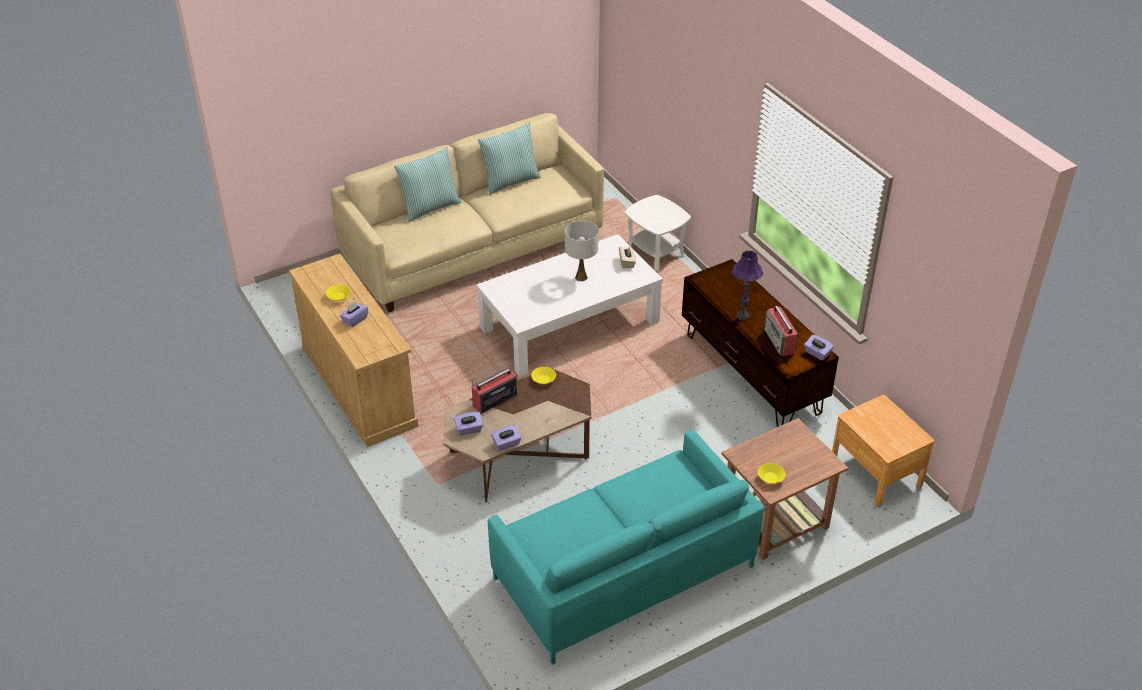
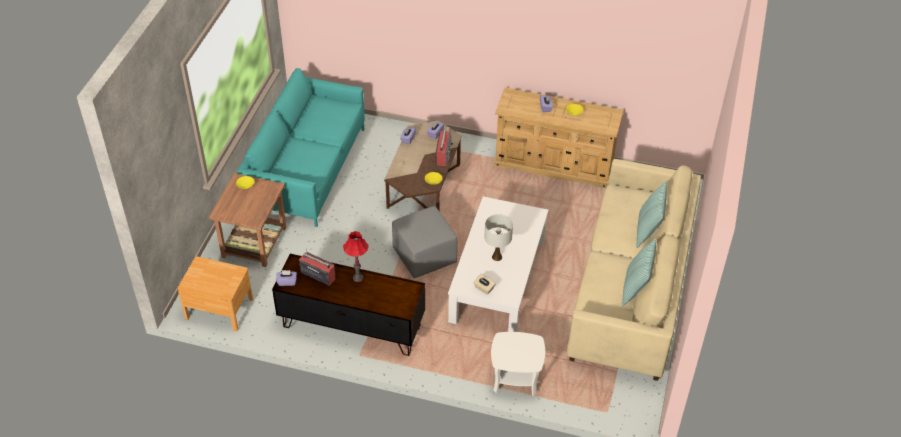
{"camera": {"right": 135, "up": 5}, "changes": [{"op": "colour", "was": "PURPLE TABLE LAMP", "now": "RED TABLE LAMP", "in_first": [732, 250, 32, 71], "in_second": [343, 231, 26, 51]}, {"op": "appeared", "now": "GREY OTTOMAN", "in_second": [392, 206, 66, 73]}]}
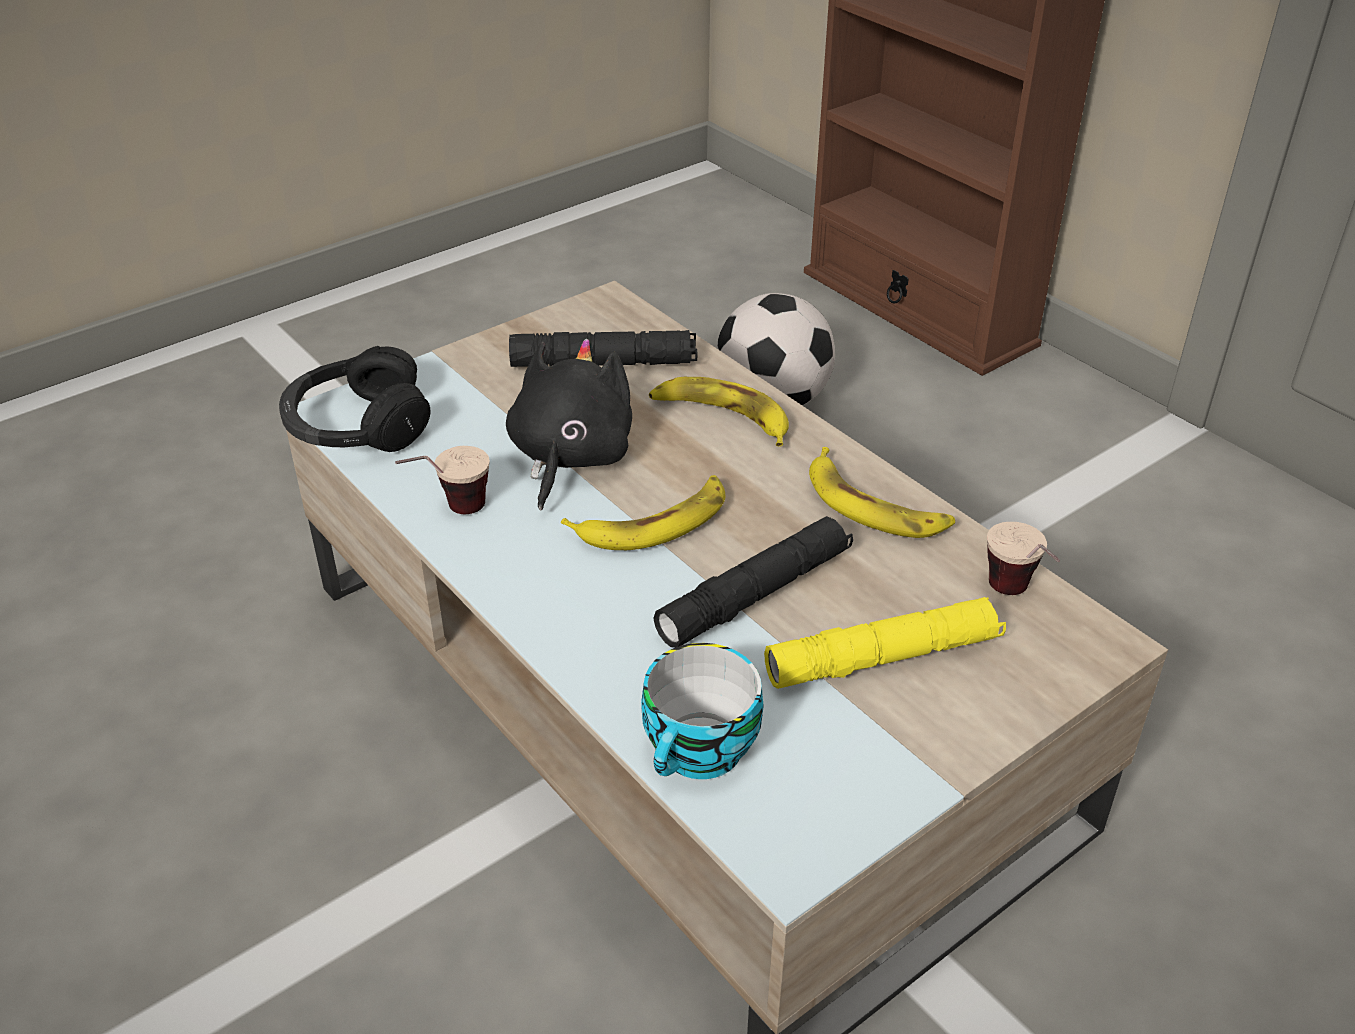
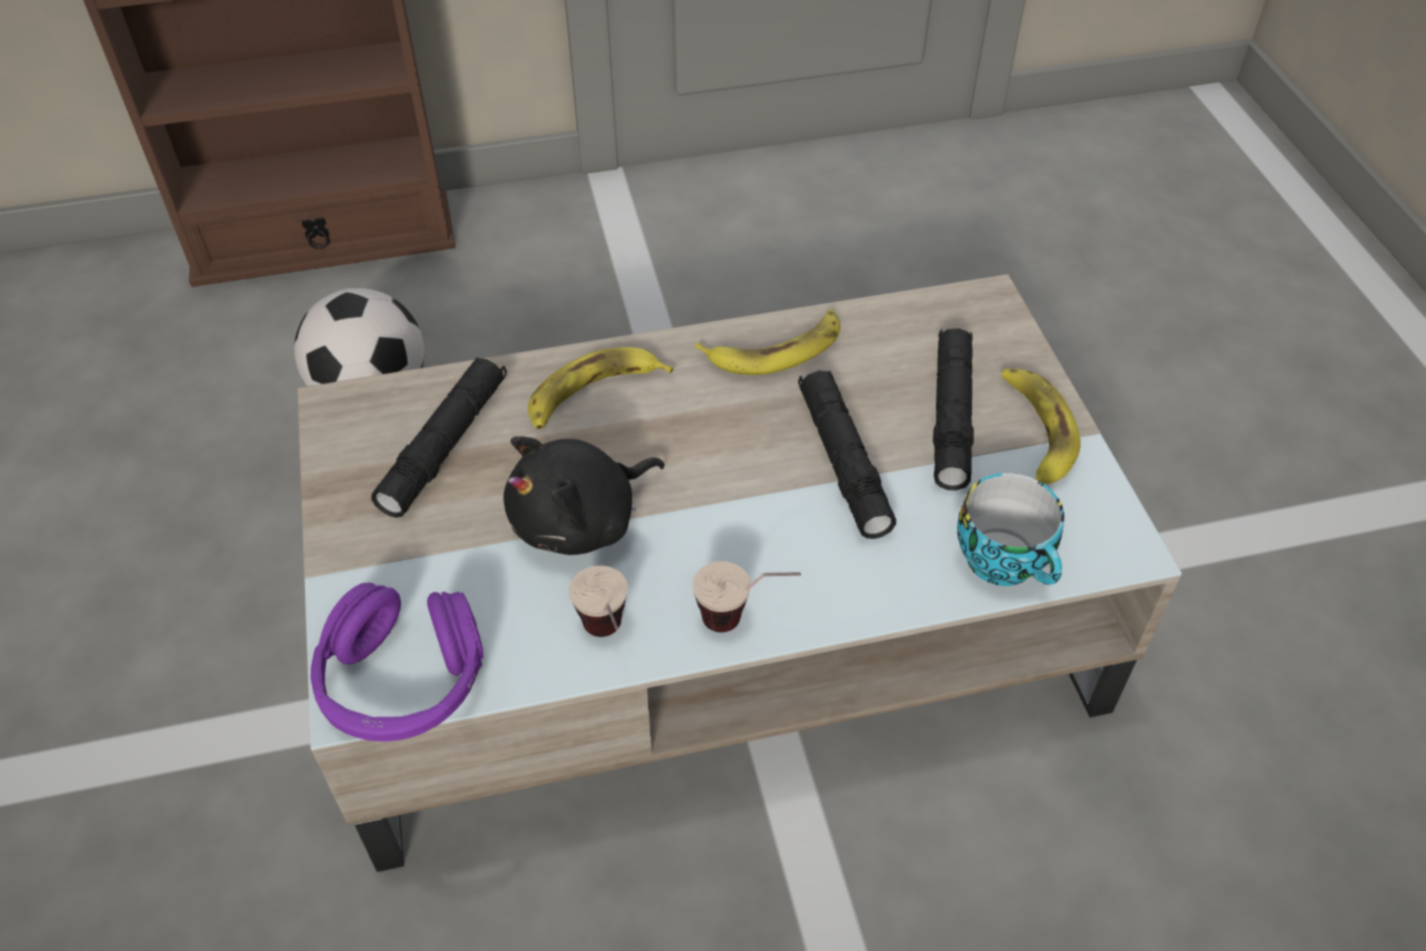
{"camera": {"right": -65, "up": 10}, "changes": [{"op": "colour", "was": "BLACK HEADPHONES", "now": "PURPLE HEADPHONES", "in_first": [279, 346, 152, 106], "in_second": [311, 582, 173, 160]}, {"op": "spun", "was": "BLACK PLUSH TOY", "in_first": [506, 339, 126, 171], "in_second": [503, 436, 162, 119], "clockwise": -75}, {"op": "relocated", "was": "CUP", "in_first": [987, 522, 73, 73], "in_second": [692, 561, 109, 72]}, {"op": "colour", "was": "YELLOW FLASHLIGHT", "now": "BLACK FLASHLIGHT", "in_first": [764, 597, 242, 92], "in_second": [933, 328, 41, 162]}, {"op": "relocated", "was": "BANANA", "in_first": [561, 475, 164, 75], "in_second": [1001, 369, 80, 115]}]}
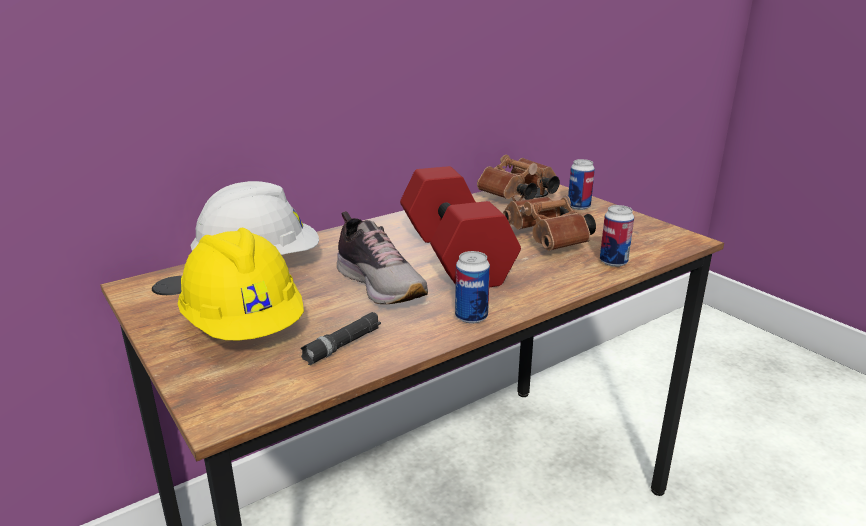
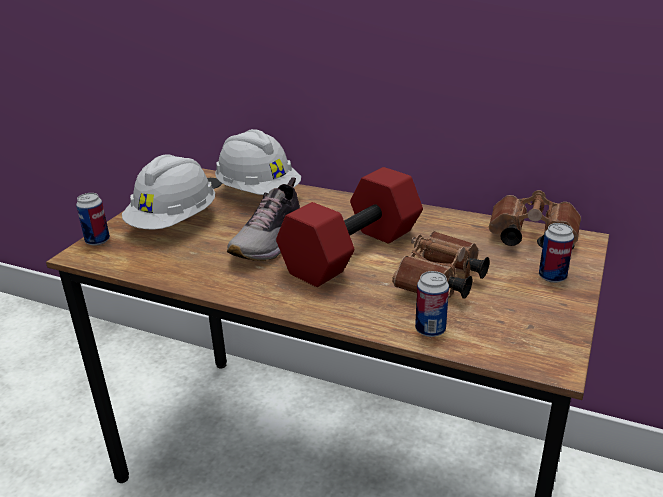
{"camera": {"right": 60, "up": 5}, "changes": [{"op": "relocated", "was": "CAN", "in_first": [455, 251, 35, 73], "in_second": [76, 193, 34, 53]}, {"op": "colour", "was": "YELLOW HARD HAT", "now": "WHITE HARD HAT", "in_first": [178, 228, 126, 112], "in_second": [122, 154, 93, 76]}, {"op": "missing", "was": "BLACK FLASHLIGHT", "in_first": [301, 312, 80, 53]}]}
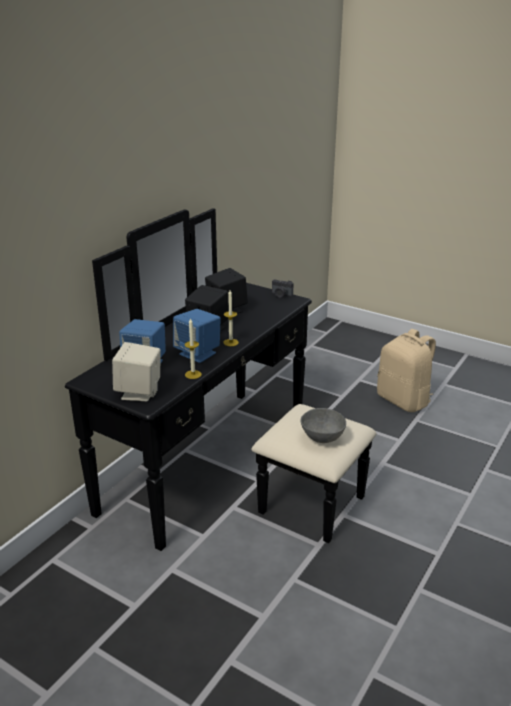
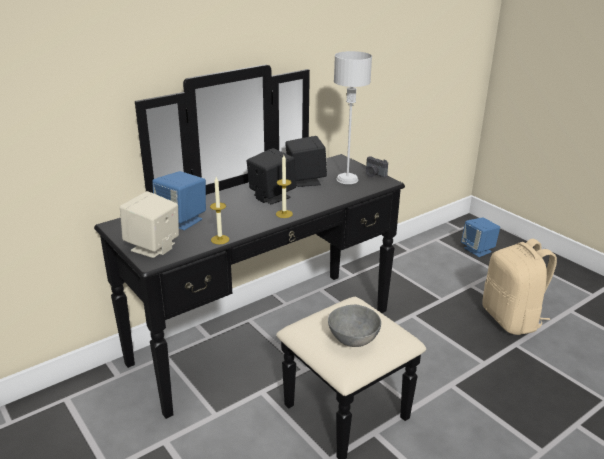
{"camera": {"right": 20, "up": 0}, "changes": [{"op": "appeared", "now": "GREY TABLE LAMP", "in_second": [334, 51, 38, 133]}, {"op": "relocated", "was": "BLUE SPEAKER", "in_first": [173, 309, 48, 54], "in_second": [461, 218, 39, 39]}]}
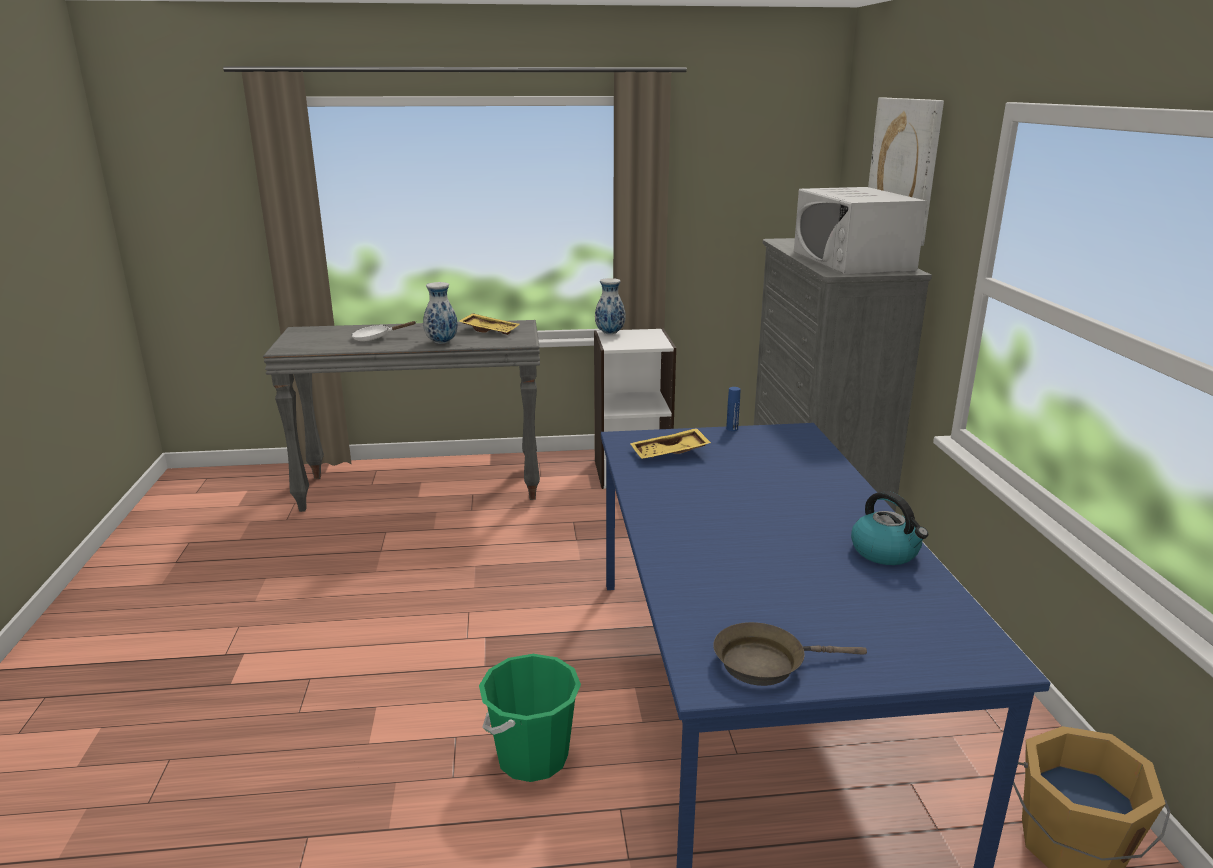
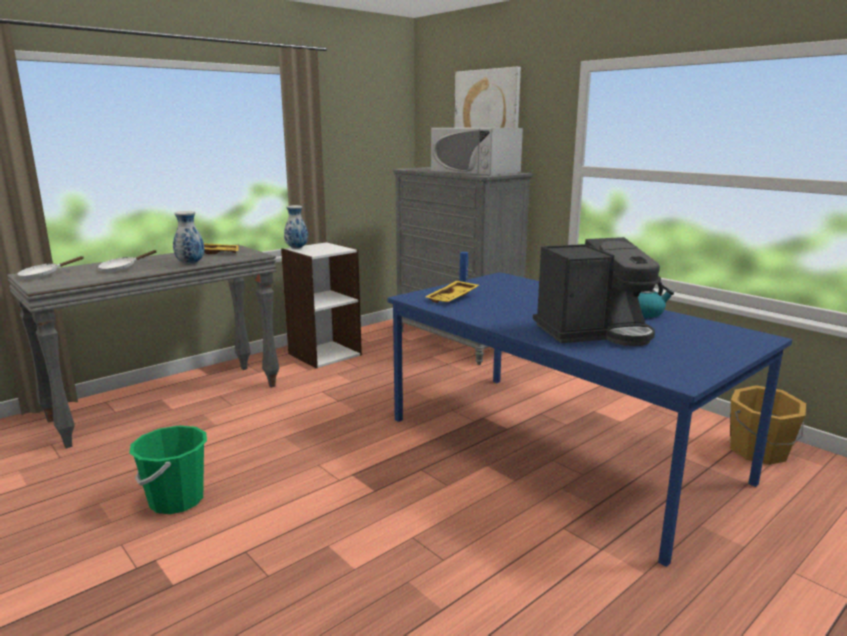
{"camera": {"right": -35, "up": -5}, "changes": [{"op": "appeared", "now": "WHITE FRYING PAN", "in_second": [17, 256, 67, 24]}, {"op": "relocated", "was": "GREEN BUCKET", "in_first": [479, 654, 102, 128], "in_second": [129, 426, 78, 88]}, {"op": "appeared", "now": "COFFEE MACHINE", "in_second": [533, 237, 128, 109]}, {"op": "missing", "was": "BROWN FRYING PAN", "in_first": [713, 622, 154, 64]}]}
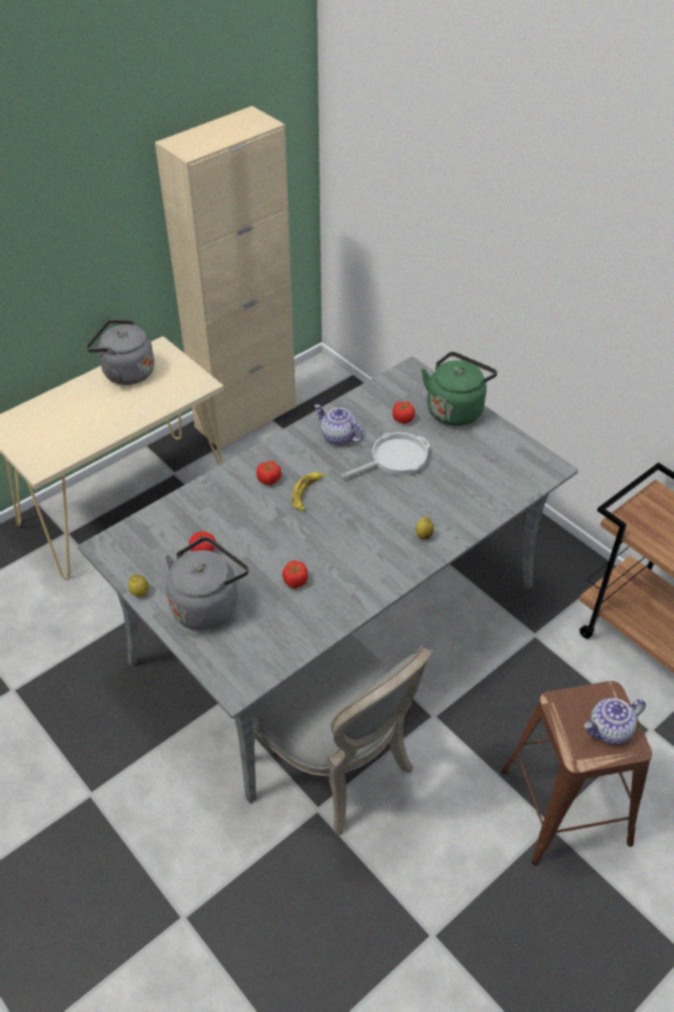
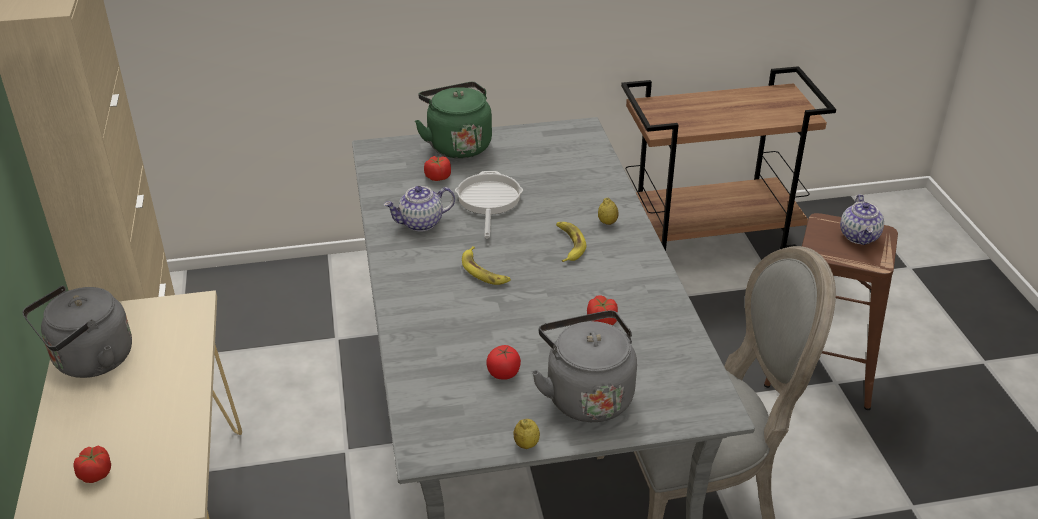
{"camera": {"right": -60, "up": -10}, "changes": [{"op": "relocated", "was": "TOMATO", "in_first": [257, 461, 24, 24], "in_second": [74, 446, 37, 37]}, {"op": "appeared", "now": "BANANA", "in_second": [556, 222, 30, 40]}]}
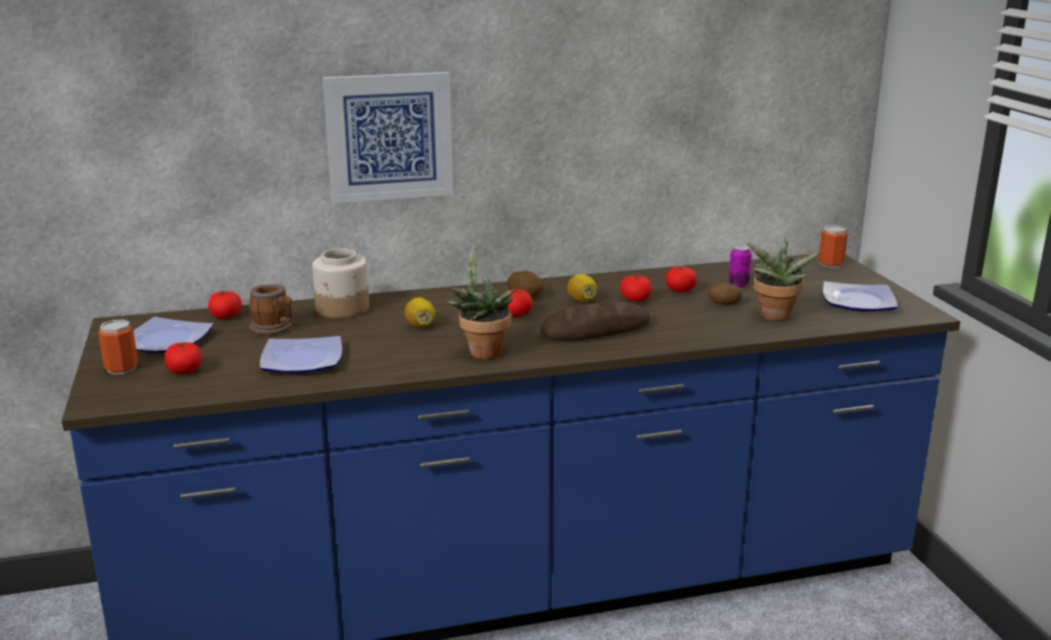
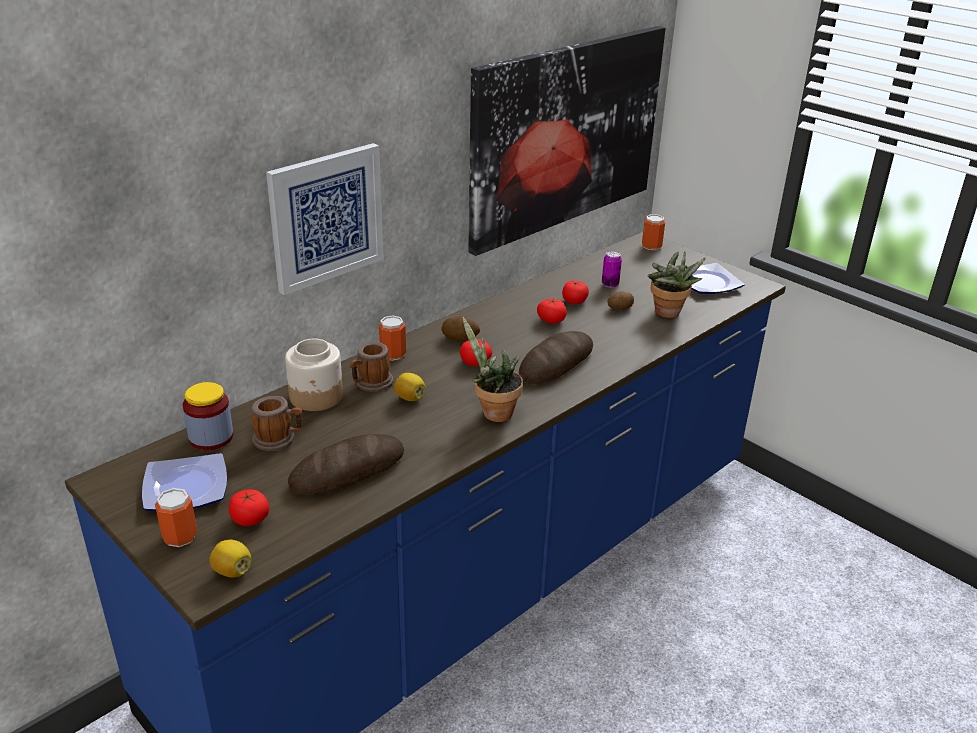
{"camera": {"right": -30, "up": 10}, "changes": [{"op": "exchanged", "was": "TOMATO", "now": "JAR", "in_first": [208, 291, 34, 28], "in_second": [183, 382, 50, 68]}, {"op": "relocated", "was": "LEMON", "in_first": [567, 274, 30, 28], "in_second": [210, 539, 41, 39]}, {"op": "exchanged", "was": "PLATE", "now": "BREAD", "in_first": [260, 336, 82, 37], "in_second": [288, 434, 116, 60]}, {"op": "appeared", "now": "MUG", "in_second": [350, 342, 43, 50]}, {"op": "appeared", "now": "CAN", "in_second": [379, 316, 27, 45]}, {"op": "appeared", "now": "PICTURE", "in_second": [468, 26, 198, 230]}]}
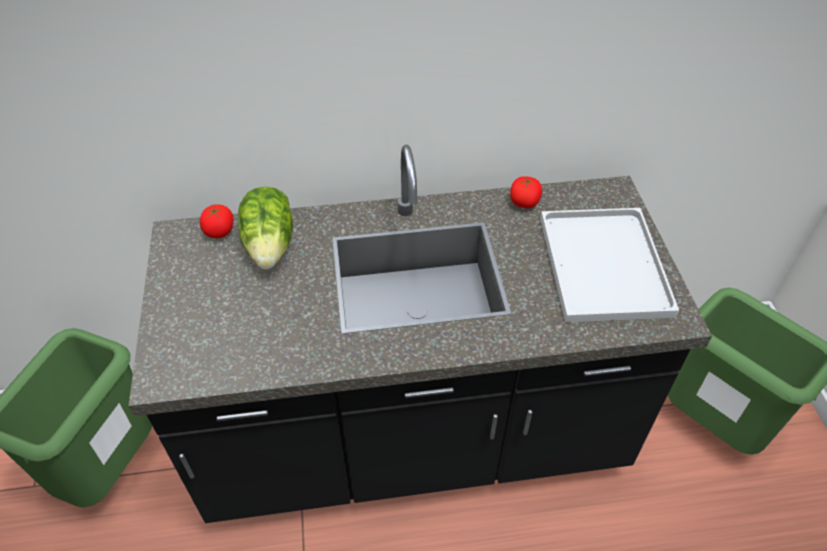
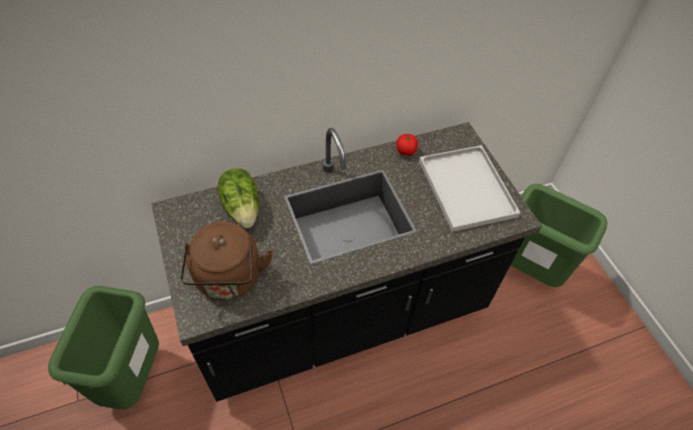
{"camera": {"right": -15, "up": 5}, "changes": [{"op": "appeared", "now": "BROWN KETTLE", "in_second": [180, 221, 93, 79]}, {"op": "missing", "was": "TOMATO", "in_first": [200, 205, 33, 33]}]}
